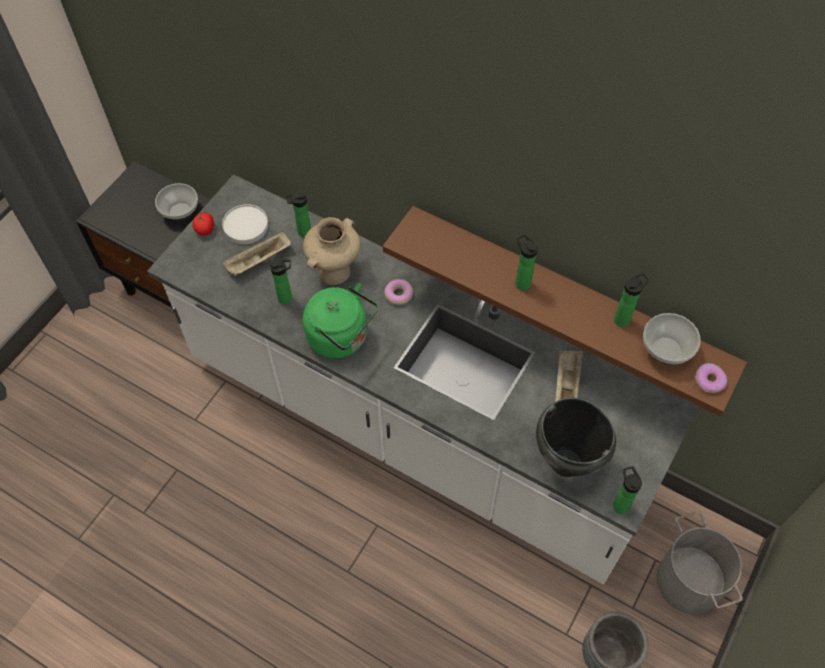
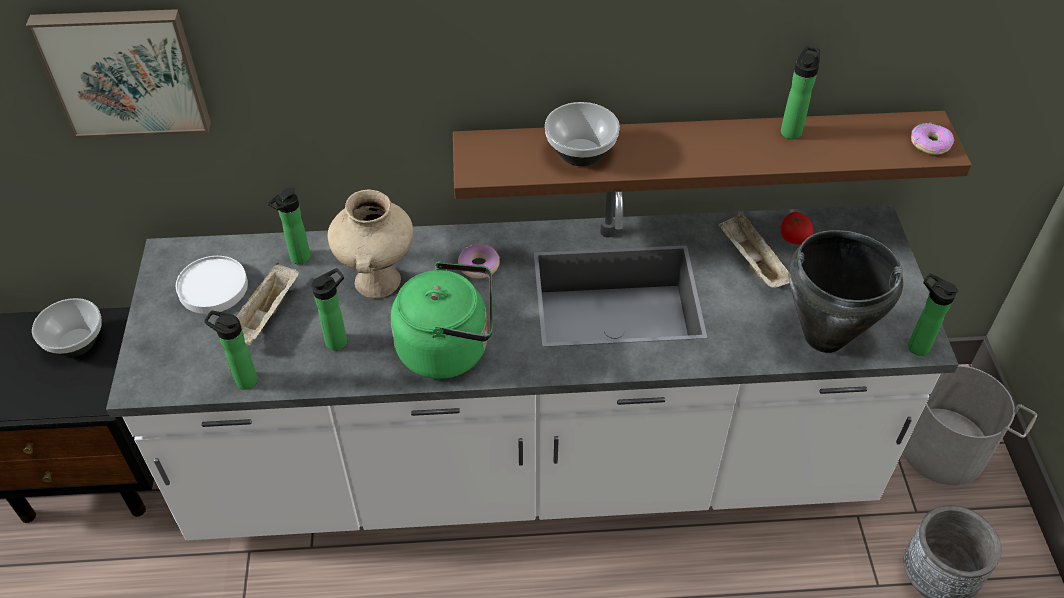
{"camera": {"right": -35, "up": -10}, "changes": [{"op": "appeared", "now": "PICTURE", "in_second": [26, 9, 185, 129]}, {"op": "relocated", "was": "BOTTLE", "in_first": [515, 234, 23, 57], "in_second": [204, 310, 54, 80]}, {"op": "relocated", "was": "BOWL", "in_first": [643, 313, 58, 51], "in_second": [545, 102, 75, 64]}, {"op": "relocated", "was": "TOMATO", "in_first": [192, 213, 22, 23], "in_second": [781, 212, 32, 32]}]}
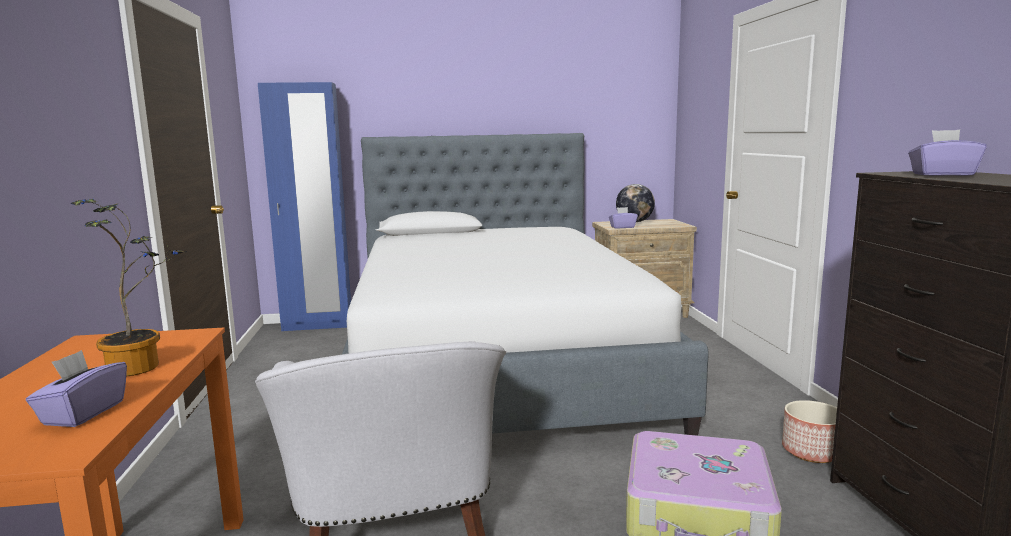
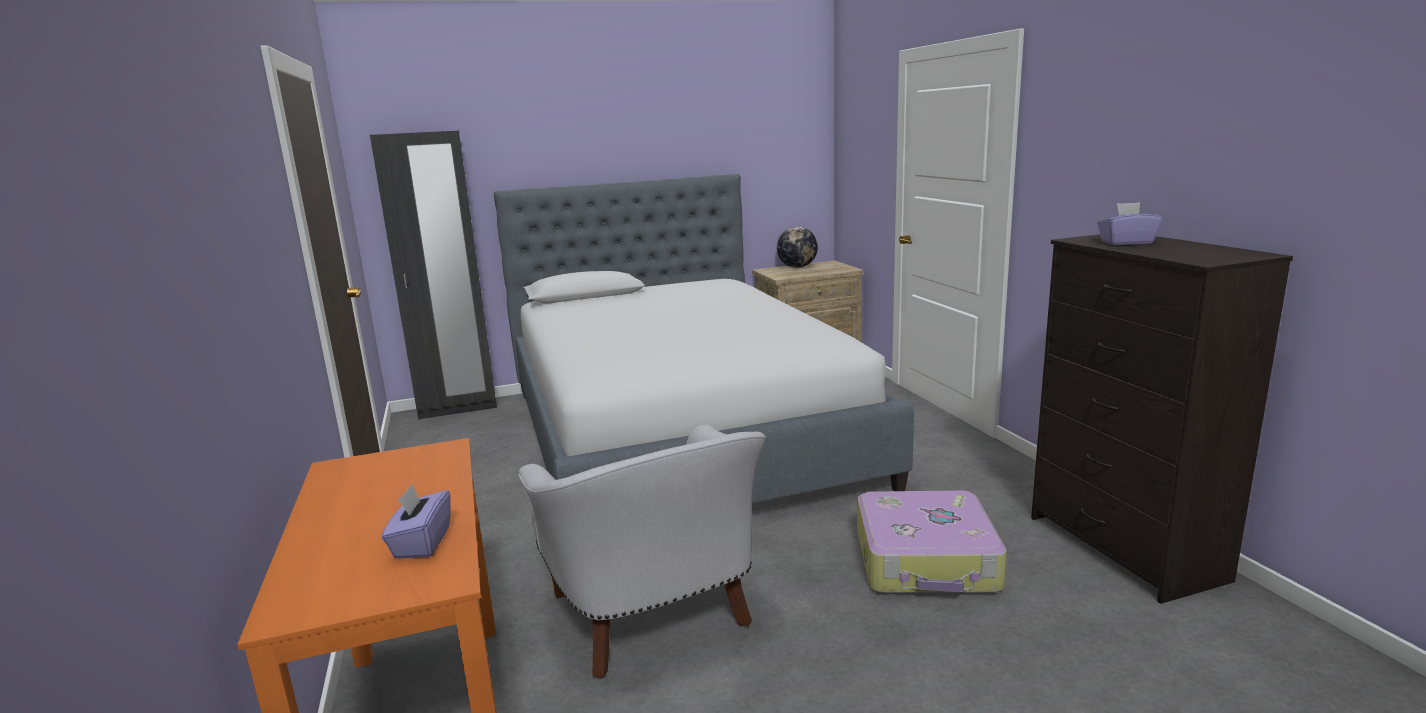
{"camera": {"right": -10, "up": 5}, "changes": [{"op": "colour", "was": "BLUE WARDROBE", "now": "BLACK WARDROBE", "in_first": [258, 82, 93, 249], "in_second": [370, 131, 127, 289]}, {"op": "missing", "was": "POTTED PLANT", "in_first": [71, 199, 115, 178]}, {"op": "missing", "was": "PURPLE TISSUE BOX", "in_first": [609, 207, 29, 22]}, {"op": "missing", "was": "PLANTER", "in_first": [782, 400, 55, 63]}]}
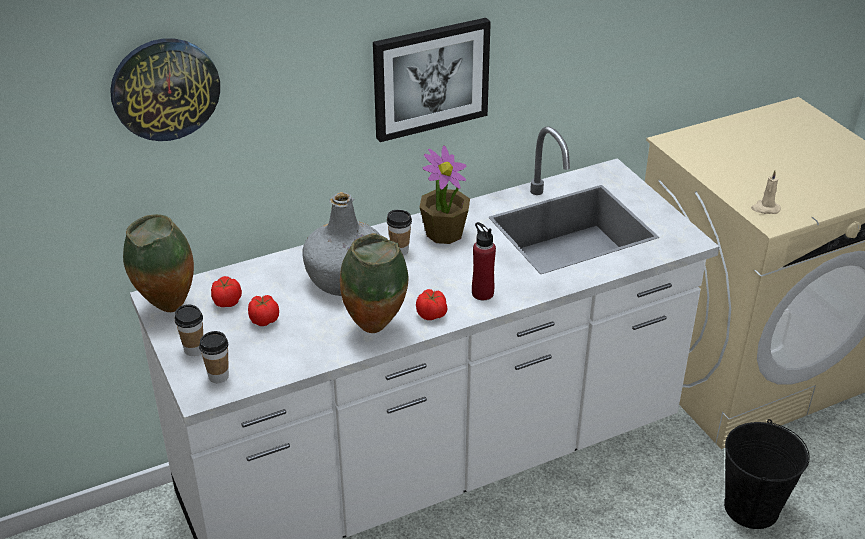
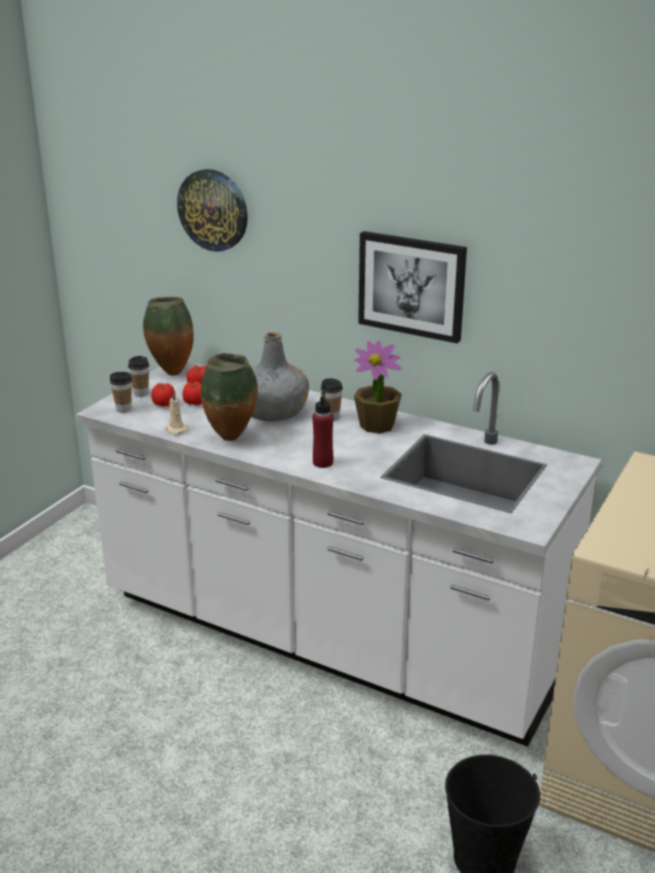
{"camera": {"right": 55, "up": -10}, "changes": [{"op": "relocated", "was": "TOMATO", "in_first": [416, 289, 31, 31], "in_second": [151, 383, 25, 24]}, {"op": "relocated", "was": "BEIGE CANDLE", "in_first": [751, 170, 30, 44], "in_second": [165, 391, 23, 43]}]}
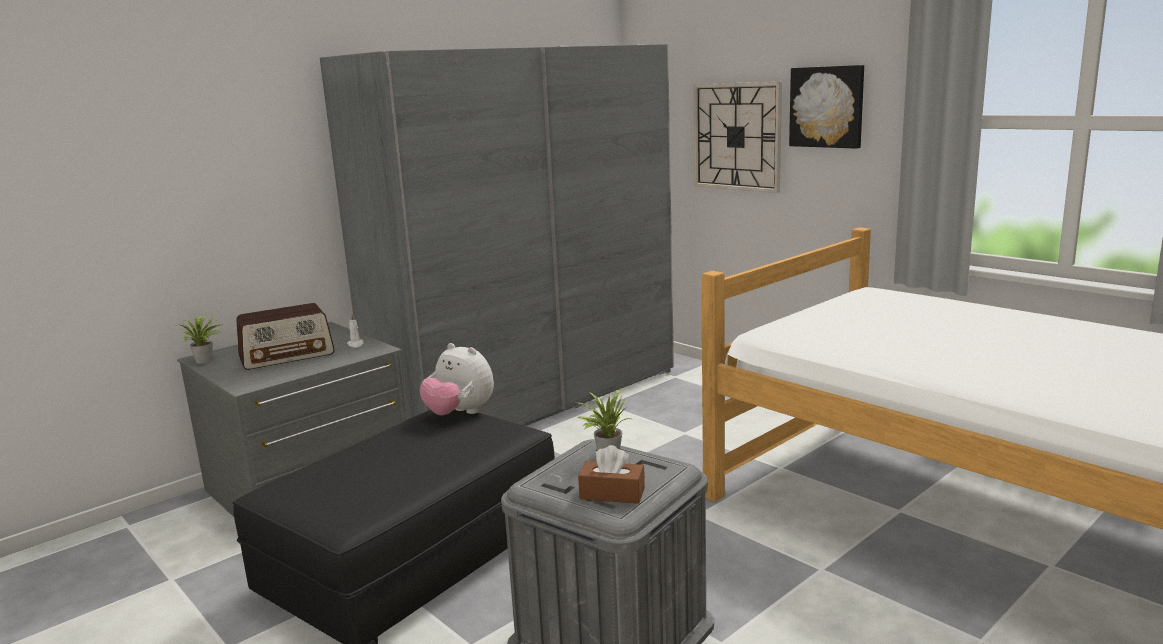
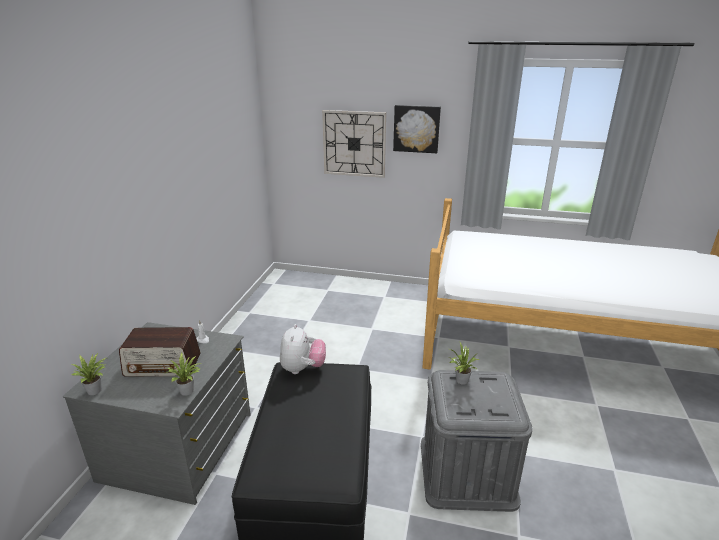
{"camera": {"right": -35, "up": 10}, "changes": [{"op": "spun", "was": "RADIO", "in_first": [236, 303, 99, 67], "in_second": [119, 327, 81, 50], "clockwise": 60}, {"op": "appeared", "now": "POTTED PLANT", "in_second": [165, 353, 36, 43]}, {"op": "spun", "was": "PLUSH TOY", "in_first": [420, 343, 74, 73], "in_second": [280, 324, 46, 50], "clockwise": -90}, {"op": "missing", "was": "GREY WARDROBE", "in_first": [320, 44, 354, 382]}, {"op": "missing", "was": "BROWN TISSUE BOX", "in_first": [578, 445, 67, 59]}]}
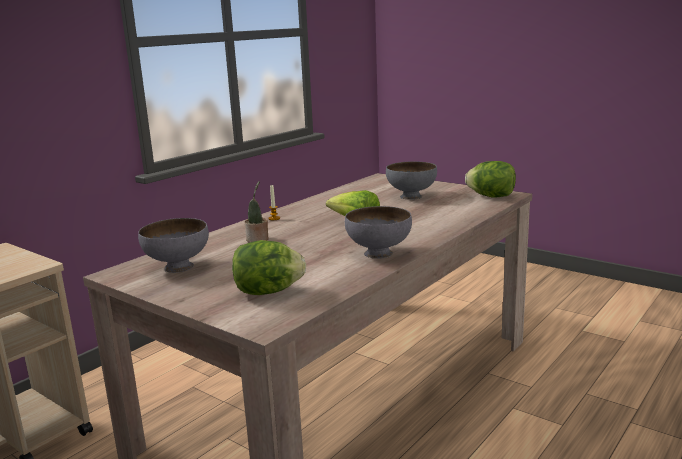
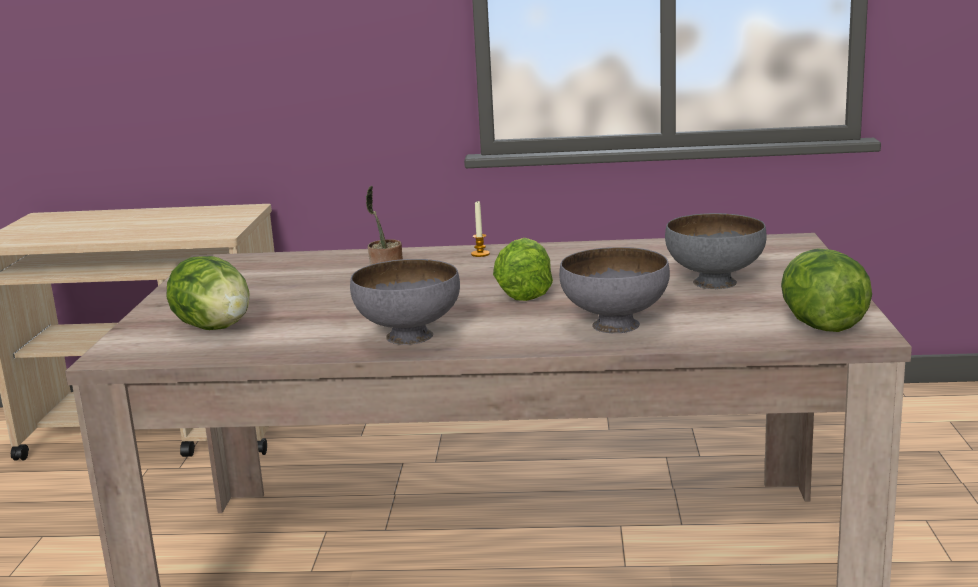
{"camera": {"right": 55, "up": 0}, "changes": [{"op": "relocated", "was": "GREY BOWL", "in_first": [138, 218, 71, 55], "in_second": [559, 247, 111, 86]}]}
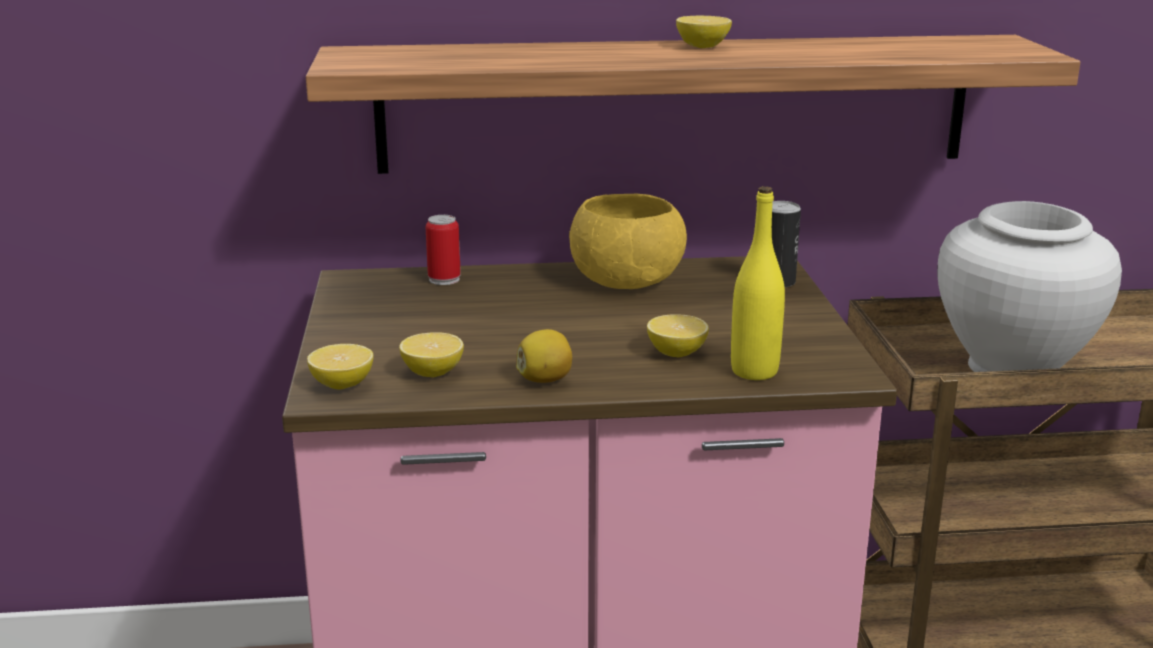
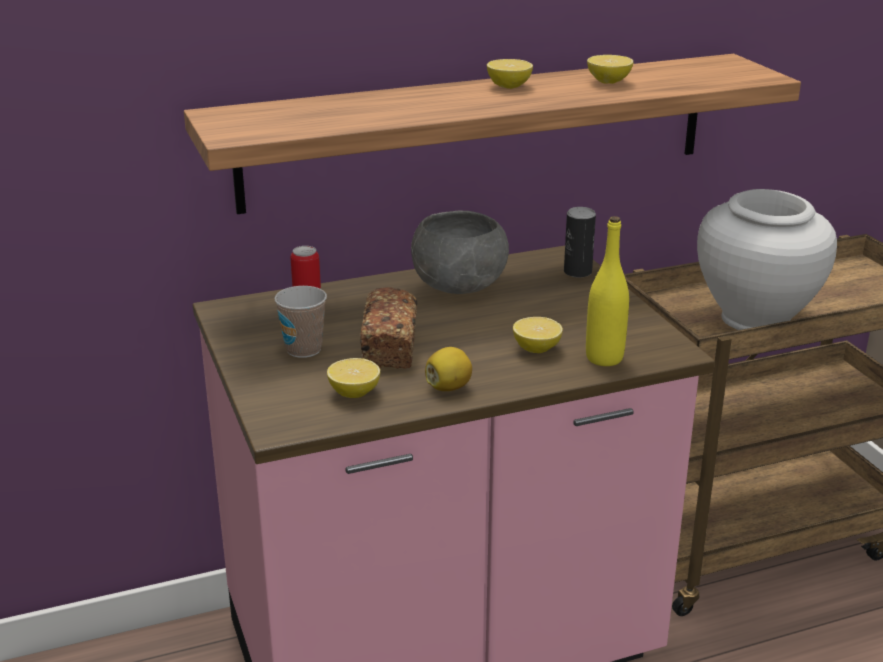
{"camera": {"right": -15, "up": 5}, "changes": [{"op": "appeared", "now": "CUP", "in_second": [274, 286, 53, 72]}, {"op": "appeared", "now": "BREAD", "in_second": [360, 287, 57, 81]}, {"op": "colour", "was": "YELLOW BOWL", "now": "GREY BOWL", "in_first": [569, 194, 118, 95], "in_second": [411, 211, 98, 83]}, {"op": "relocated", "was": "LEMON", "in_first": [307, 344, 67, 45], "in_second": [587, 55, 46, 29]}]}
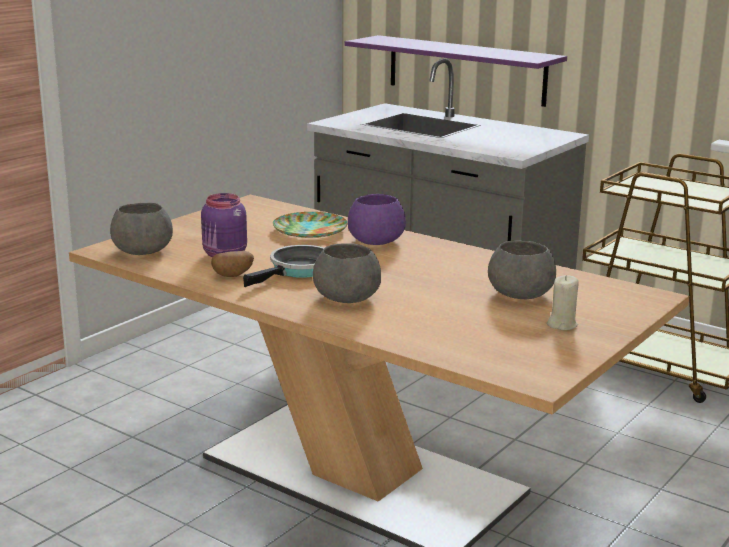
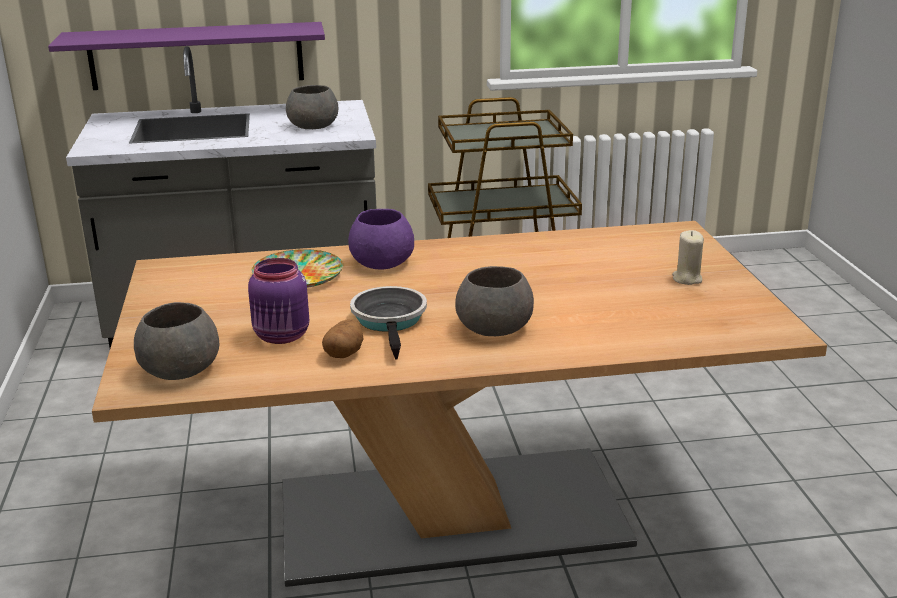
{"camera": {"right": -45, "up": 5}, "changes": [{"op": "relocated", "was": "GREY BOWL", "in_first": [488, 240, 68, 59], "in_second": [286, 85, 52, 44]}]}
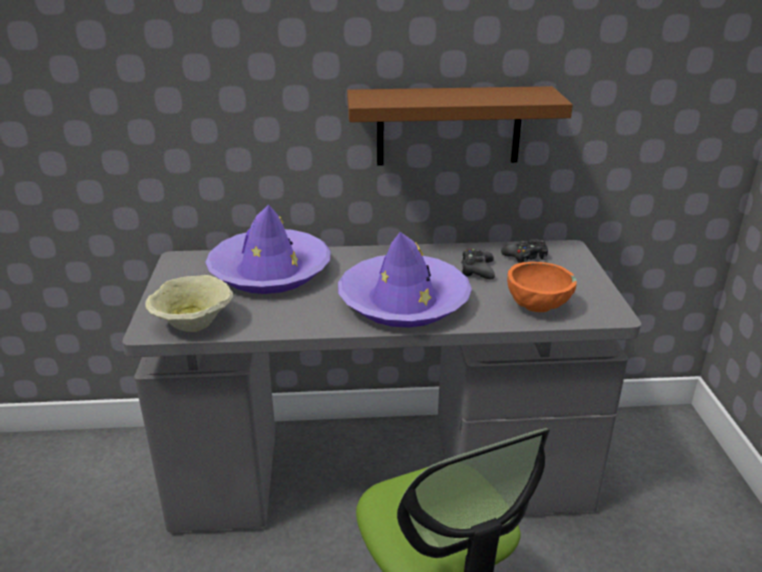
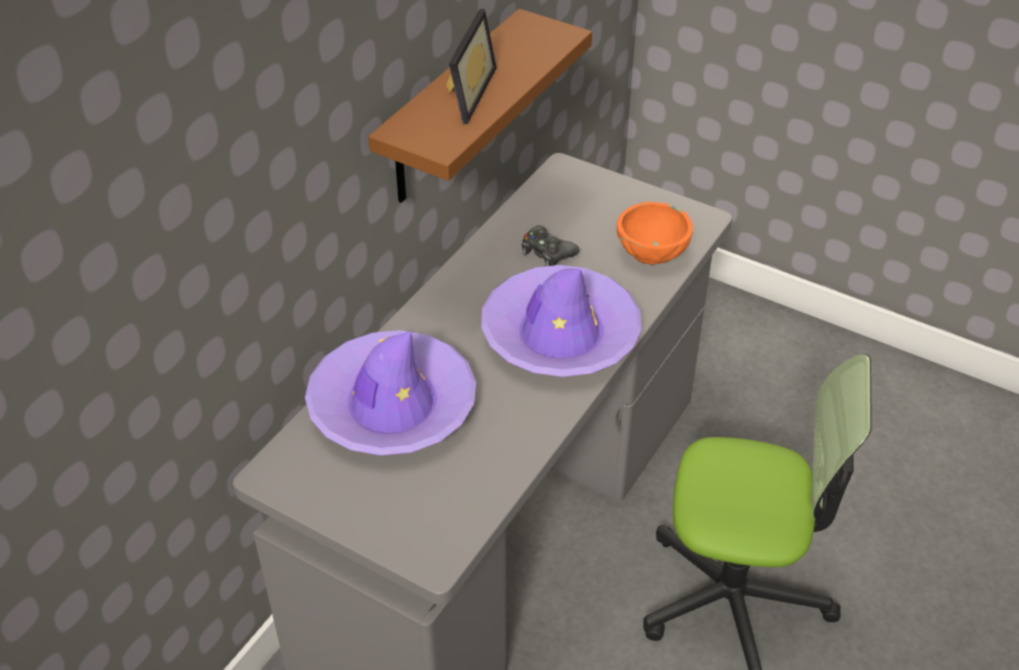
{"camera": {"right": -55, "up": 15}, "changes": [{"op": "appeared", "now": "PICTURE FRAME", "in_second": [446, 9, 51, 115]}, {"op": "missing", "was": "BEIGE BOWL", "in_first": [145, 275, 88, 57]}, {"op": "missing", "was": "BLACK GAME CONTROLLER", "in_first": [501, 239, 47, 24]}]}
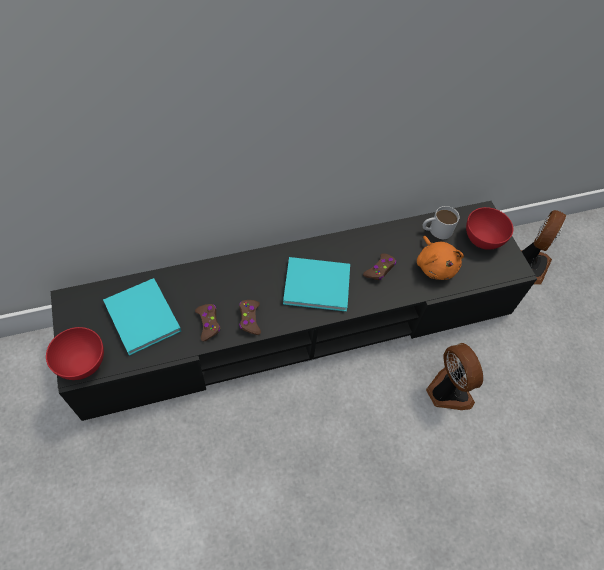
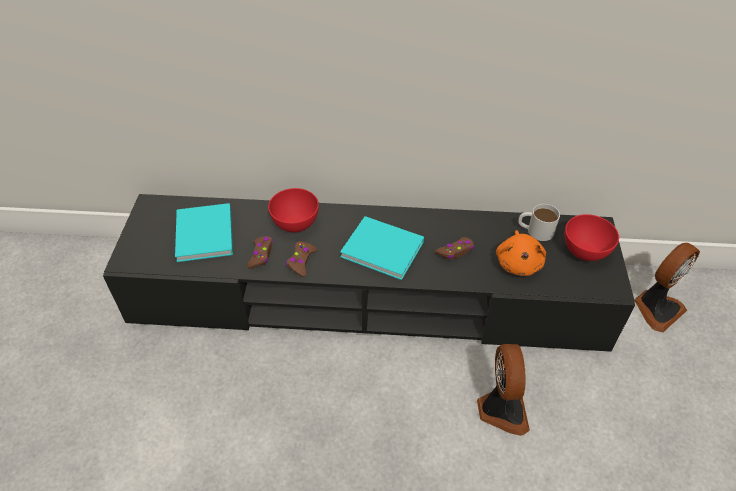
{"camera": {"right": 25, "up": -10}, "changes": [{"op": "relocated", "was": "RED BOWL", "in_first": [46, 327, 58, 53], "in_second": [268, 188, 51, 44]}]}
